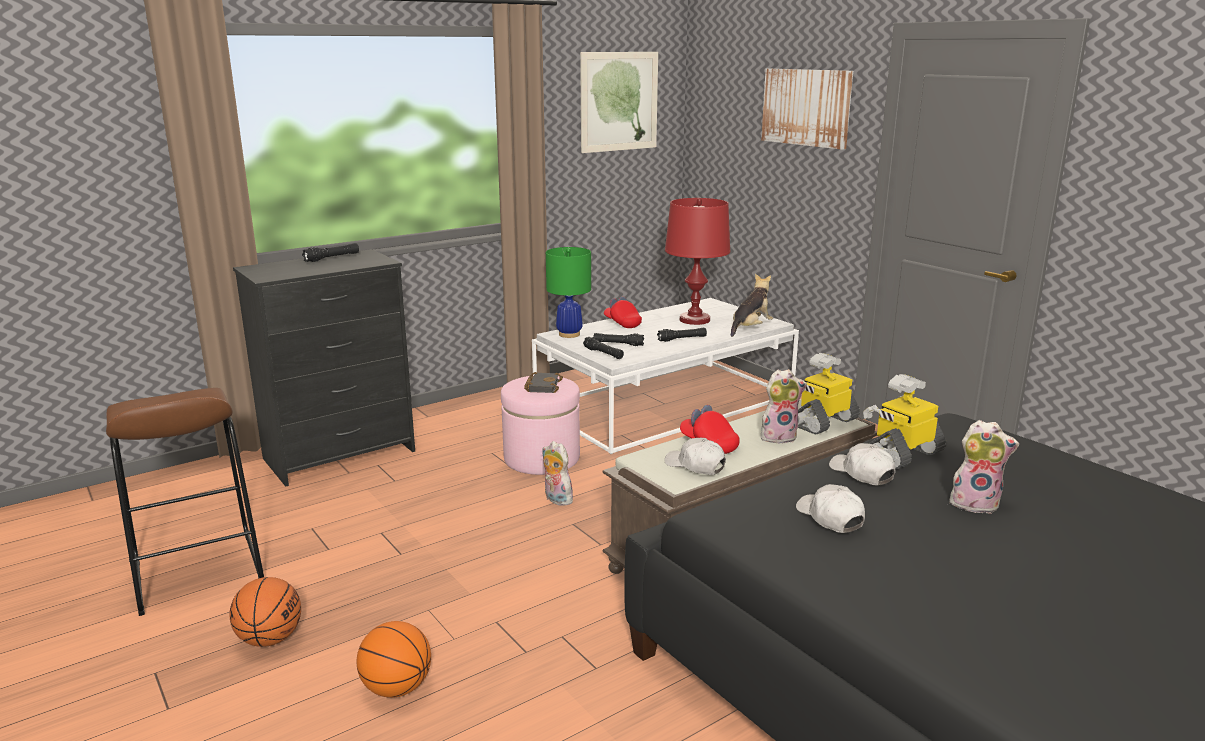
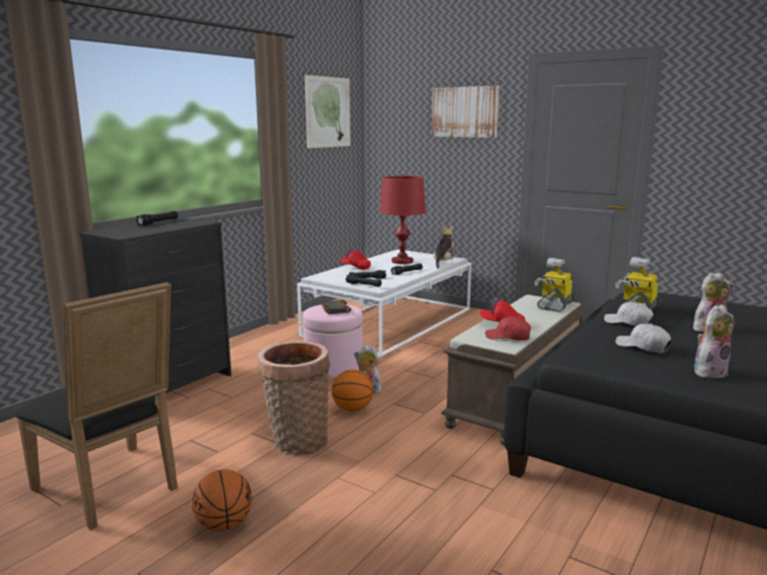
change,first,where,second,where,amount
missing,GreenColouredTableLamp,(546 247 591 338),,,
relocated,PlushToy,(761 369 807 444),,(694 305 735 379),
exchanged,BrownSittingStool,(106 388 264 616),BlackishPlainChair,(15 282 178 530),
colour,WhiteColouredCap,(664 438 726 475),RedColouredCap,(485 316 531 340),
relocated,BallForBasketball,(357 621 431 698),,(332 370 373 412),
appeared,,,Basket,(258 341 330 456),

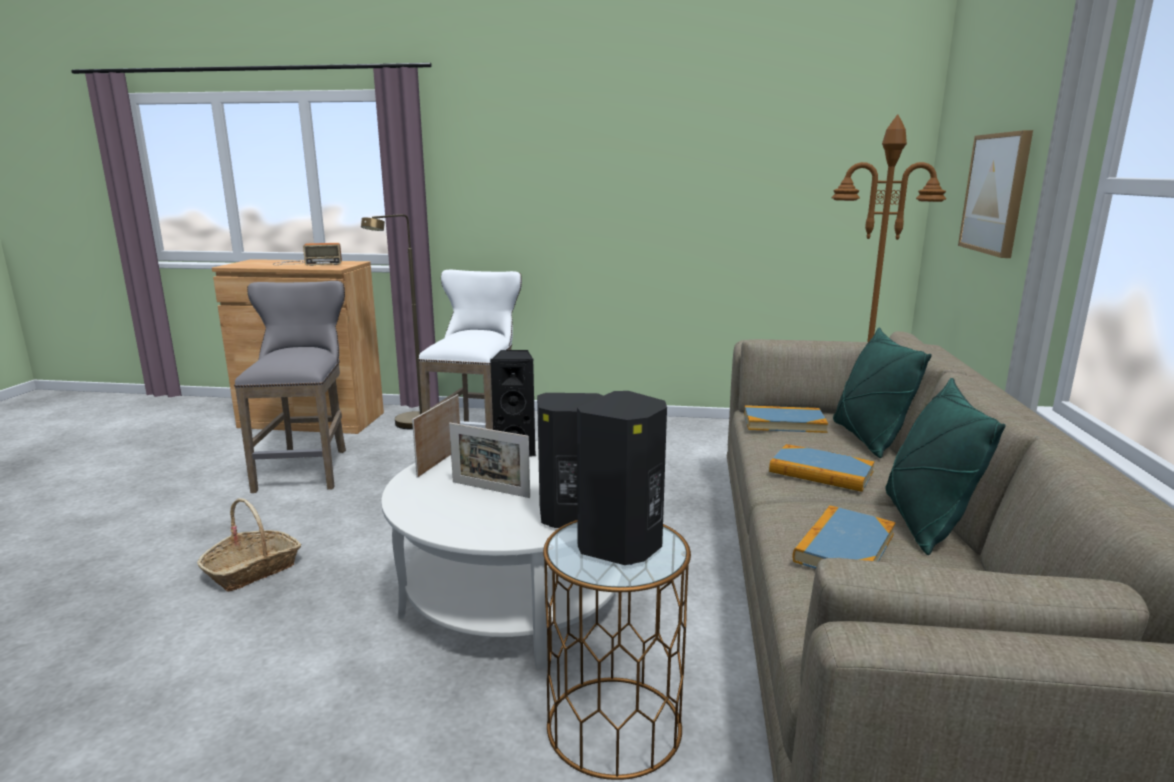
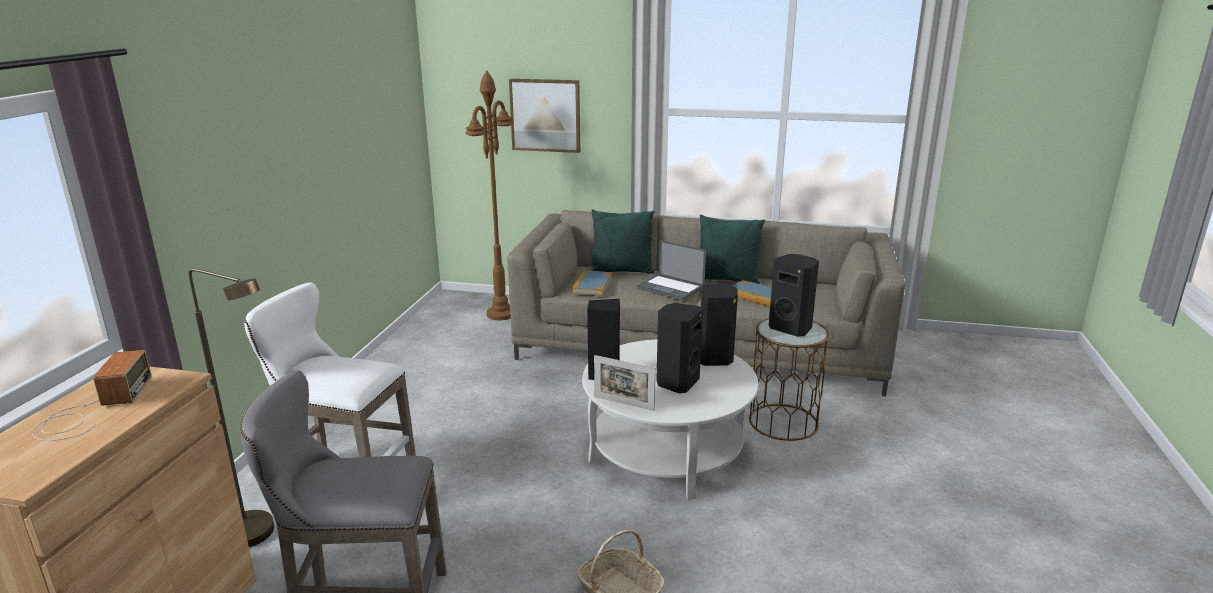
change,first,where,second,where,amount
exchanged,StandingFrame,(449 423 530 498),BlackishAudioSpeaker,(656 303 703 393),
exchanged,BoundBook,(769 444 875 492),Laptop,(636 240 706 301),

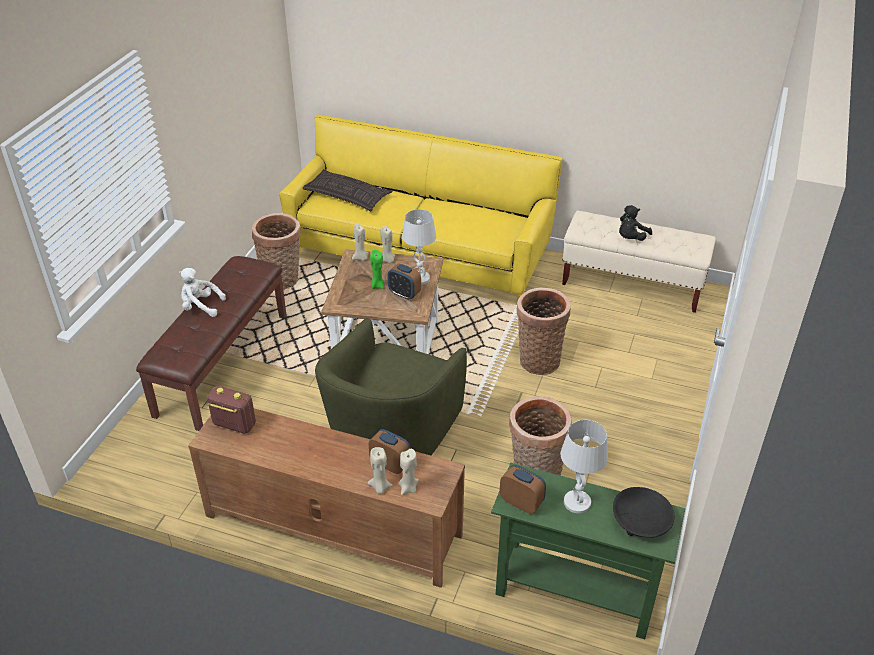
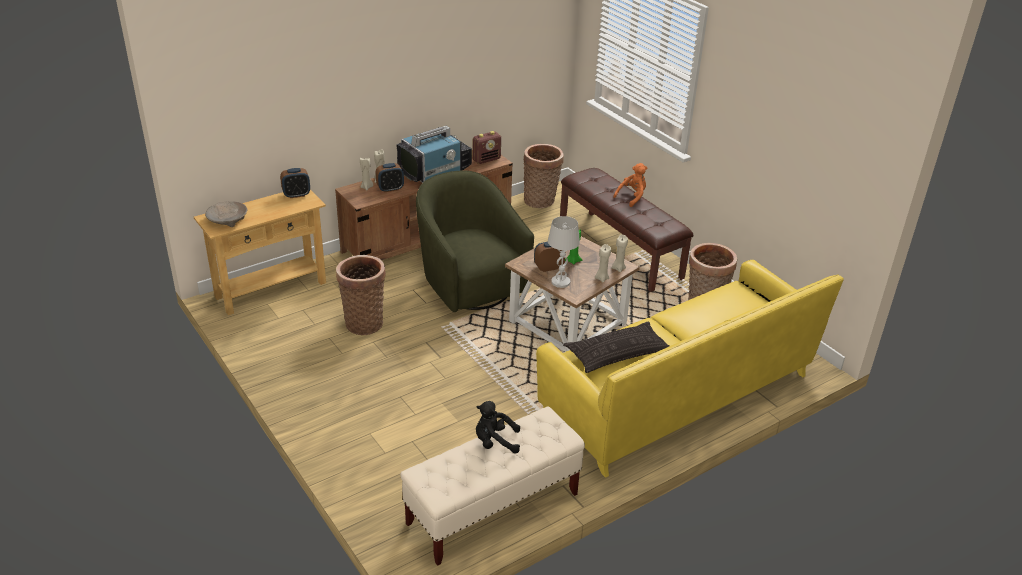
change,first,where,second,where,amount
relocated,Cushion,(303 169 392 211),,(563 321 669 373),
spun,BlackishPlushToy,(619 205 652 241),,(476 401 520 454),75 degrees counterclockwise
colour,WhiteColouredPlushToy,(179 268 226 317),OrangePlushToy,(613 163 647 207),
relocated,Basket,(517 288 570 375),,(523 144 564 208),
missing,WhiteColouredTableLamp,(560 420 608 513),,,
colour,GreenColouredConsoleTable,(491 463 685 639),BeigeColouredConsoleTable,(194 189 326 315),
colour,BlackishDeepDish,(613 487 675 538),BeigeColouredDeepDish,(205 201 247 227),
appeared,,,Television,(396 126 472 183),

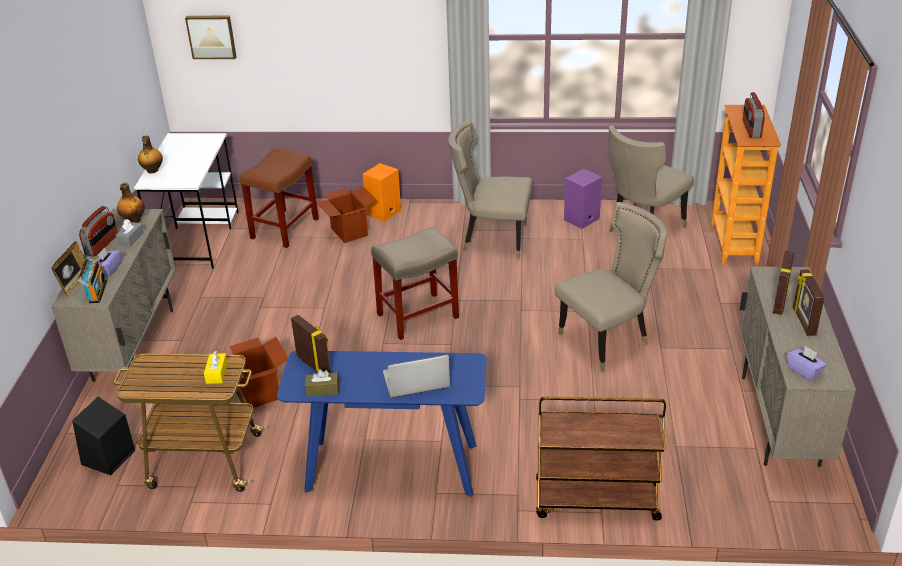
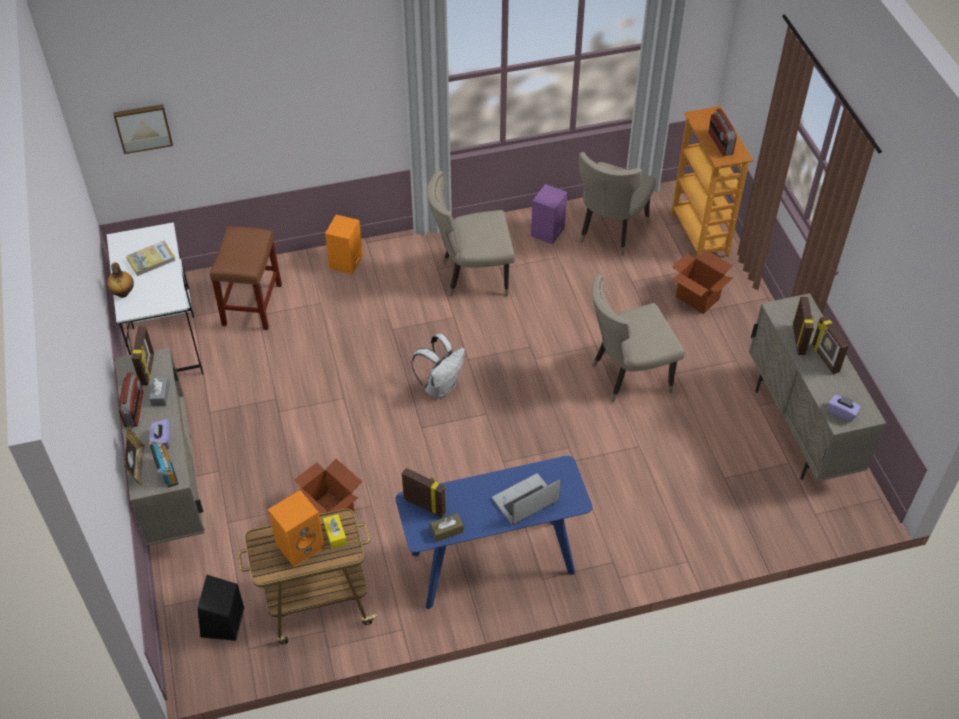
change,first,where,second,where,amount
exchanged,BeverageBottle,(117 183 145 223),StandingFrame,(131 326 154 385),
relocated,PackingBox,(316 186 376 243),,(672 249 733 314),
spun,BeigeColouredPlainChair,(555 202 668 372),,(592 274 685 402),150 degrees counterclockwise
exchanged,BeigeColouredSittingStool,(371 227 459 340),WhiteColouredBackpack,(411 334 465 399),
missing,BrownTrolley,(536 396 666 521),,,
appeared,,,BoundBook,(126 241 176 276),
appeared,,,OrangeAudioSpeaker,(268 490 325 567),

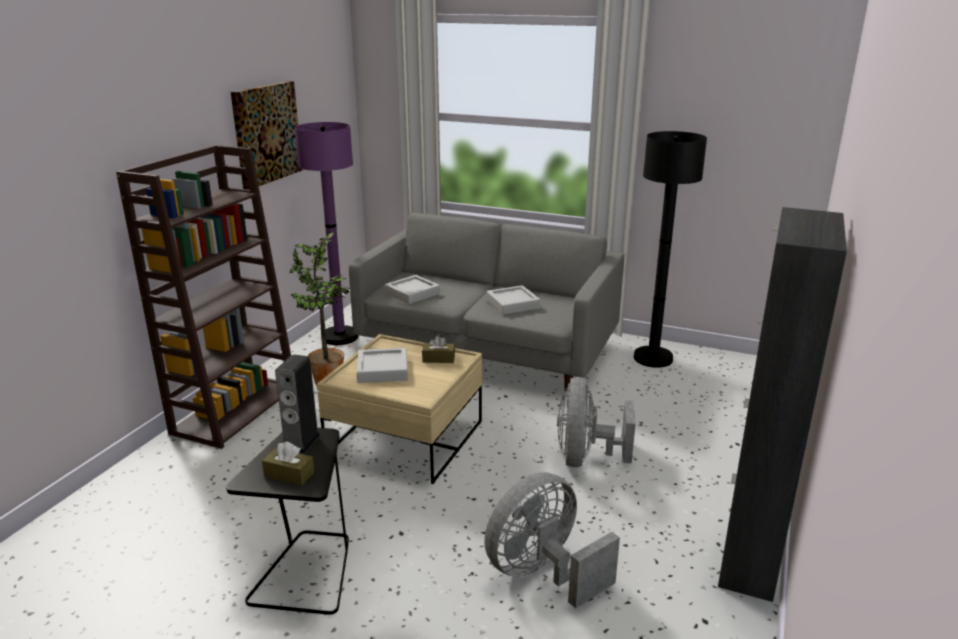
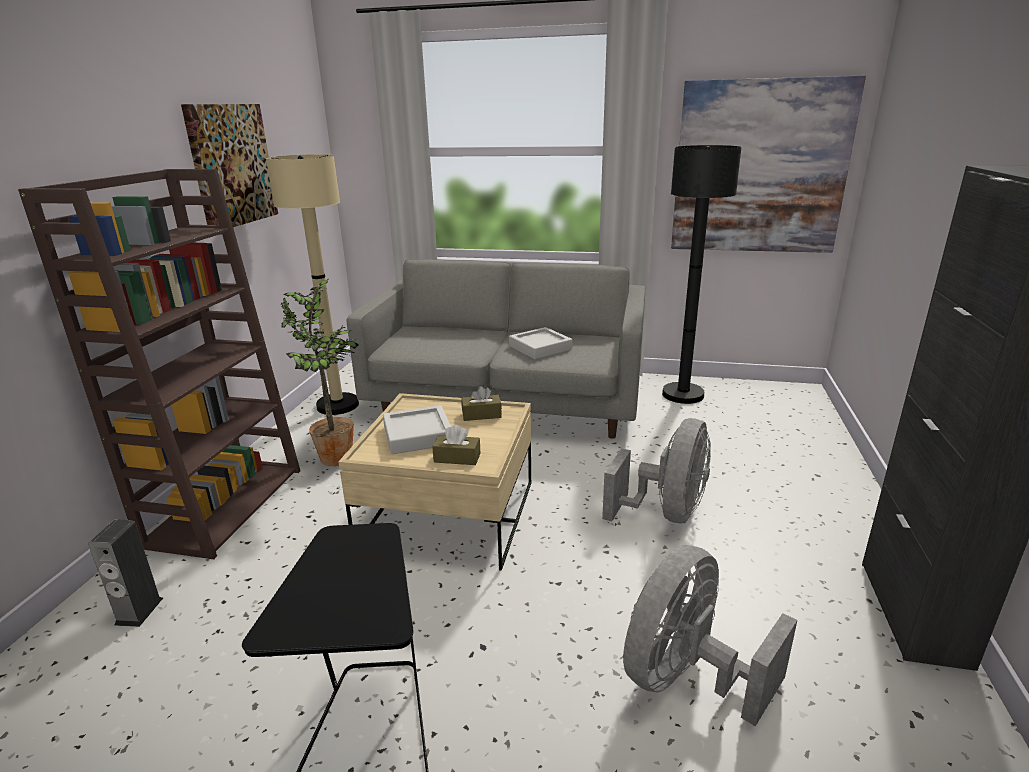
change,first,where,second,where,amount
colour,PurpleColouredStandardLamp,(295 122 358 345),BeigeColouredStandardLamp,(266 154 359 415),
missing,GreyishTray,(385 275 440 304),,,
relocated,AudioSpeaker,(275 354 320 454),,(88 520 163 627),
spun,GreyishCoolingFan,(557 377 636 467),,(602 418 711 523),150 degrees counterclockwise
relocated,BrownTissueBox,(262 442 314 485),,(432 425 480 465),
appeared,,,Picture,(671 76 866 253),

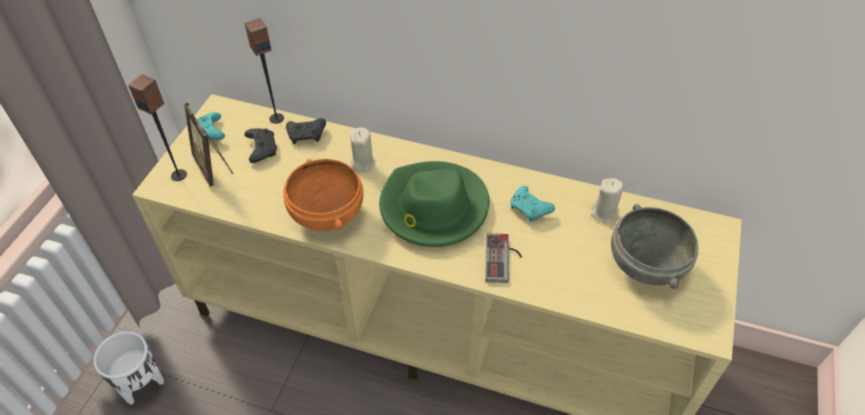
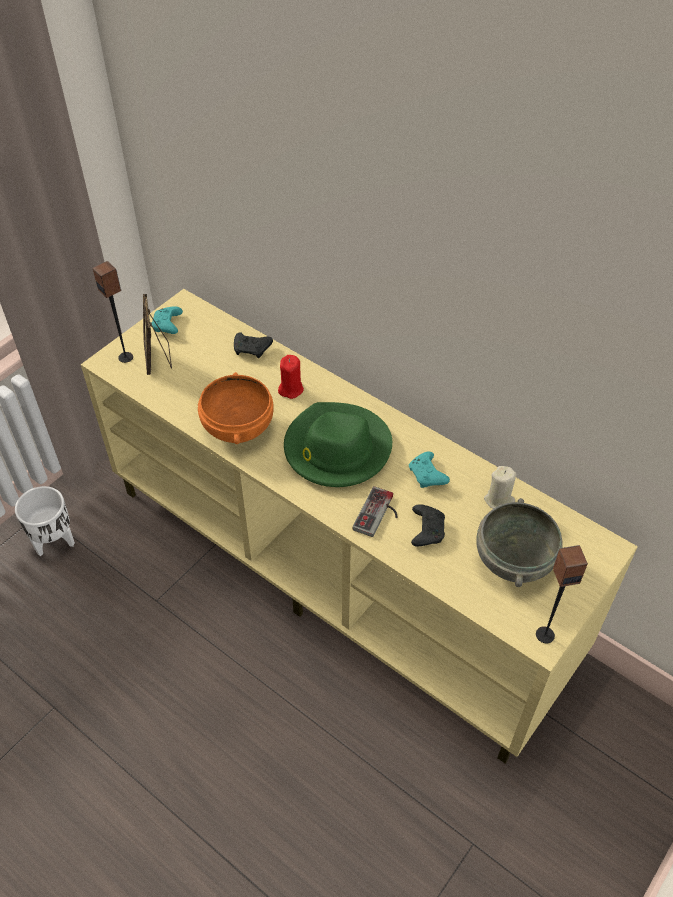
change,first,where,second,where,amount
relocated,AudioSpeaker,(244 18 284 124),,(536 545 588 643),
relocated,BlackishGamepad,(244 128 277 163),,(411 504 445 547),
colour,BeigeColouredWaxLight,(350 128 376 172),RedColouredWaxLight,(278 355 304 399),

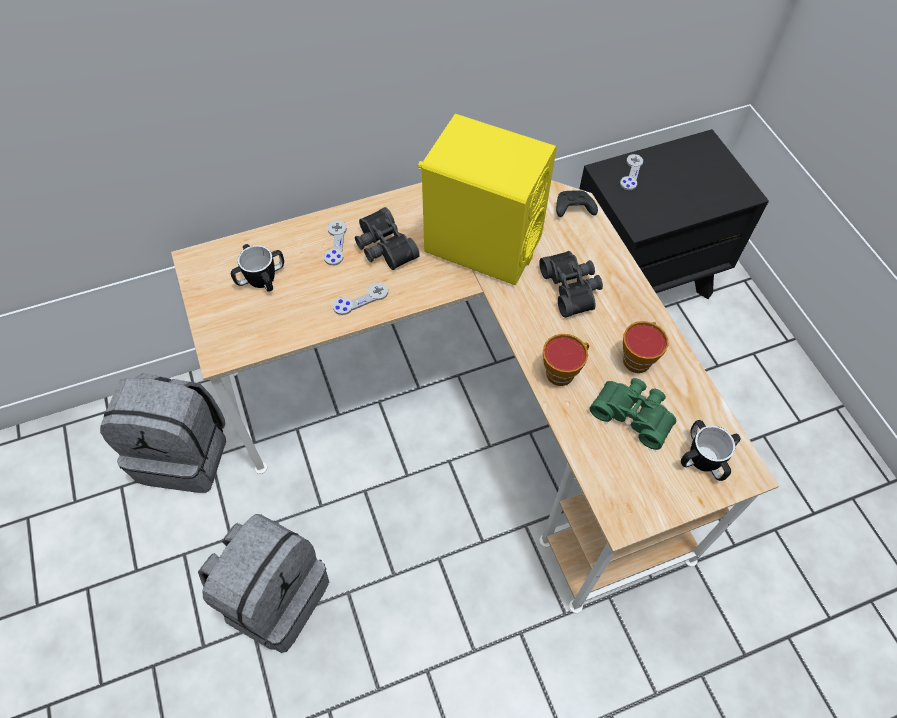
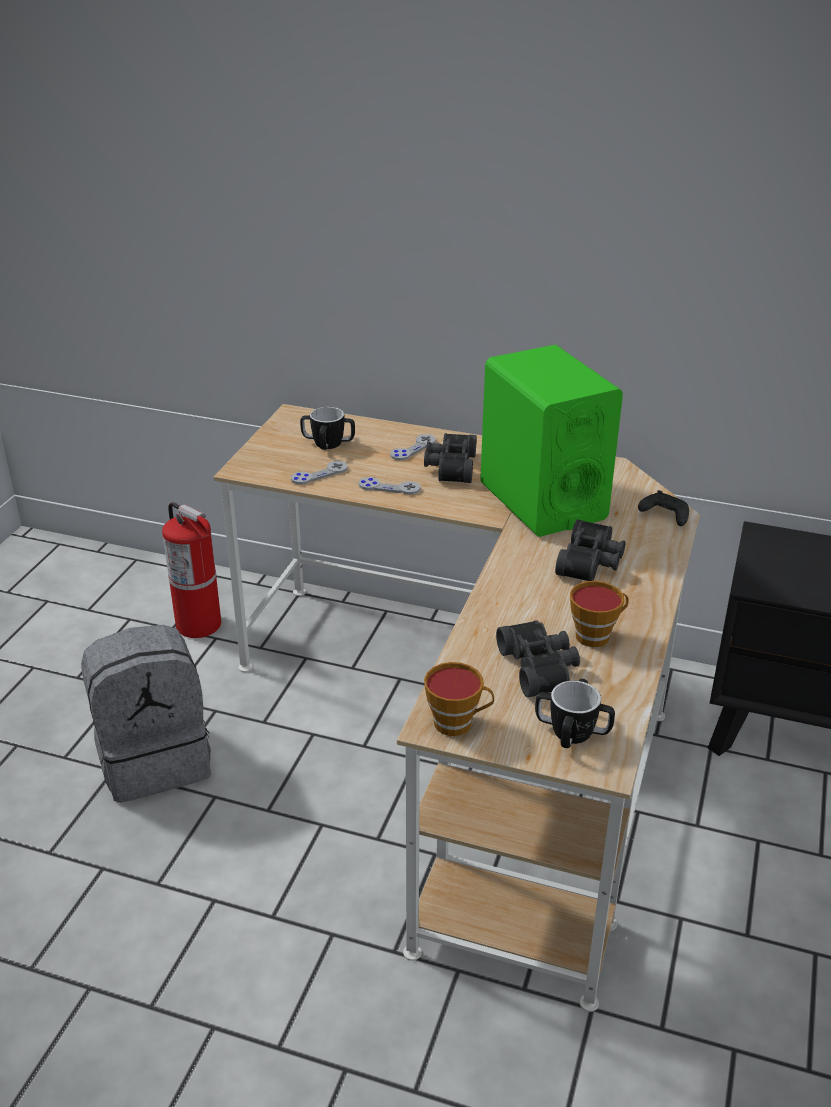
change,first,where,second,where,amount
colour,YellowishAudioSpeaker,(418 114 557 285),GreenColouredAudioSpeaker,(480 345 623 537),
relocated,GreyishGamepad,(620 154 643 190),,(291 461 348 485),
relocated,DrinkingCup,(543 334 589 386),,(424 662 494 736),
exchanged,GreyishBackpack,(100 373 226 493),FireFightingCylinder,(162 502 221 638),
colour,GreenColouredFieldGlasses,(590 378 676 450),BlackishFieldGlasses,(496 620 580 698),

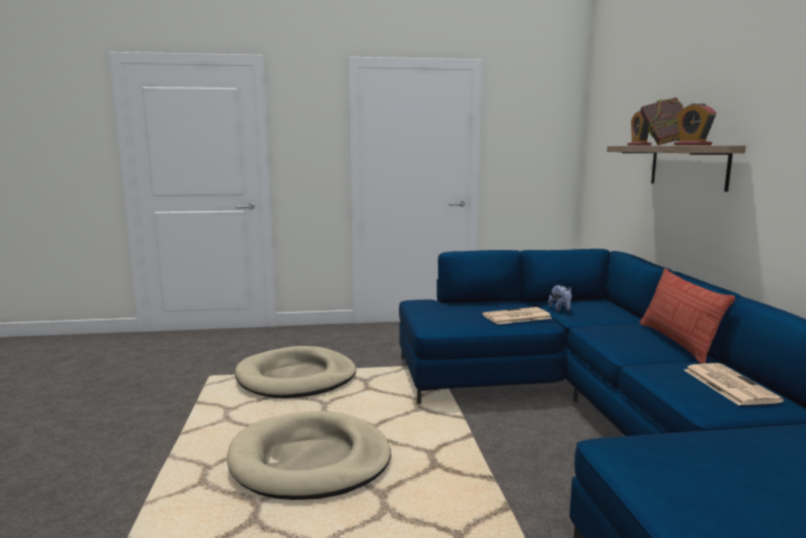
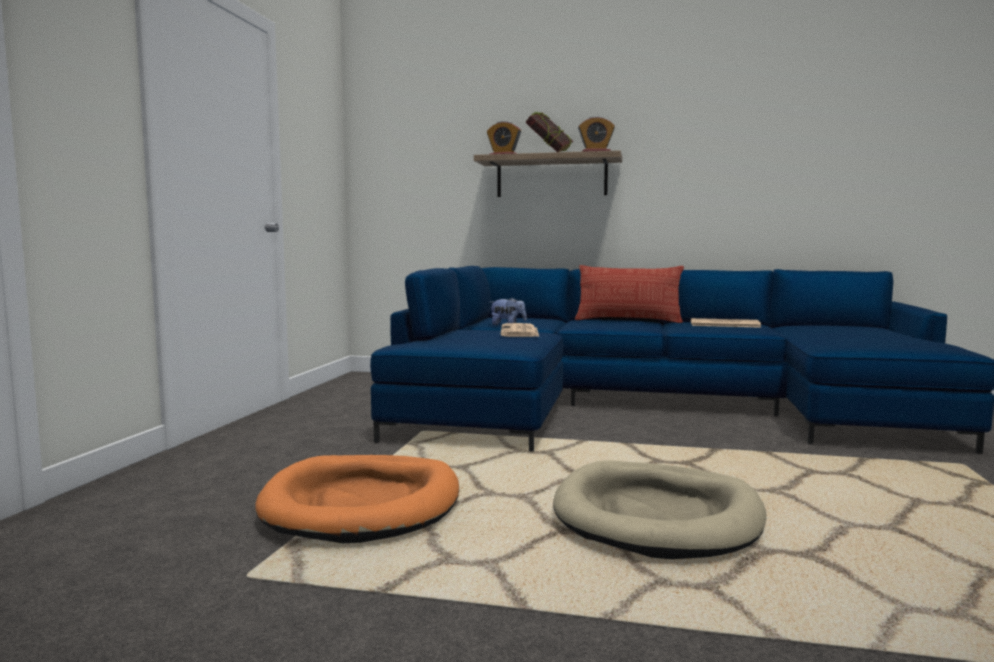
change,first,where,second,where,amount
colour,BeigeColouredDogCushion,(235 346 356 398),OrangeDogCushion,(255 455 459 543),

